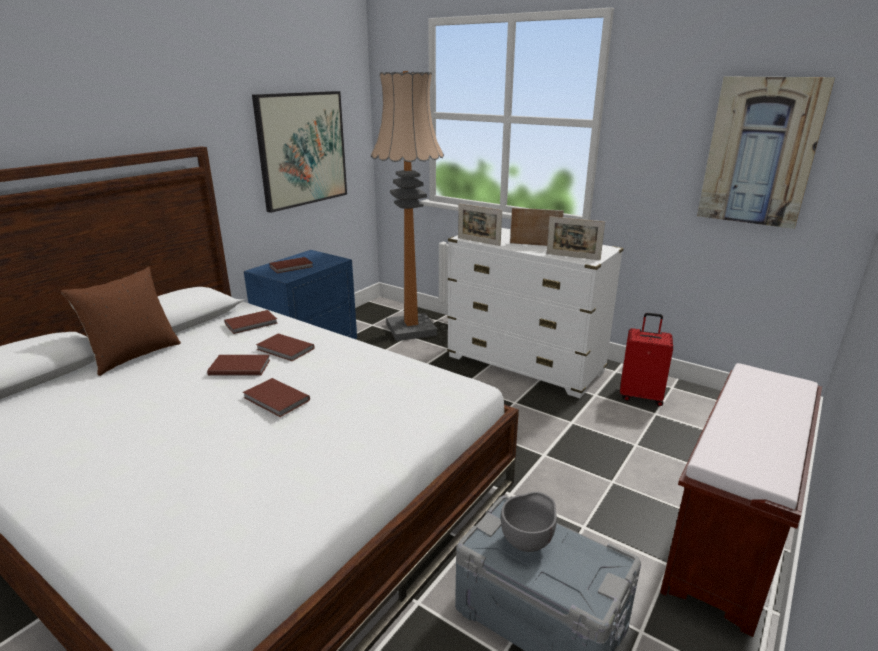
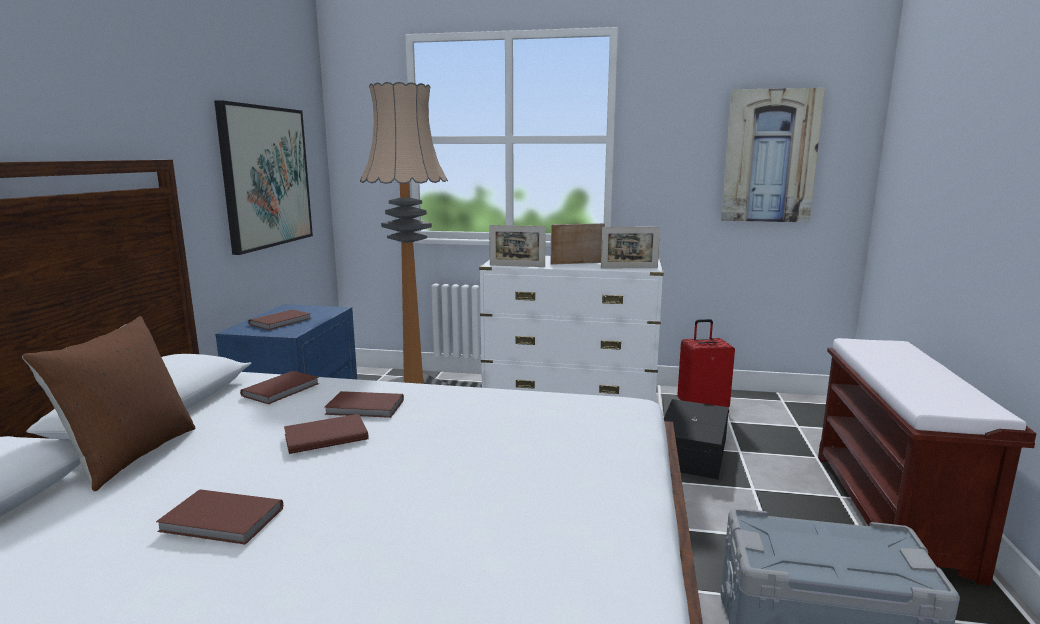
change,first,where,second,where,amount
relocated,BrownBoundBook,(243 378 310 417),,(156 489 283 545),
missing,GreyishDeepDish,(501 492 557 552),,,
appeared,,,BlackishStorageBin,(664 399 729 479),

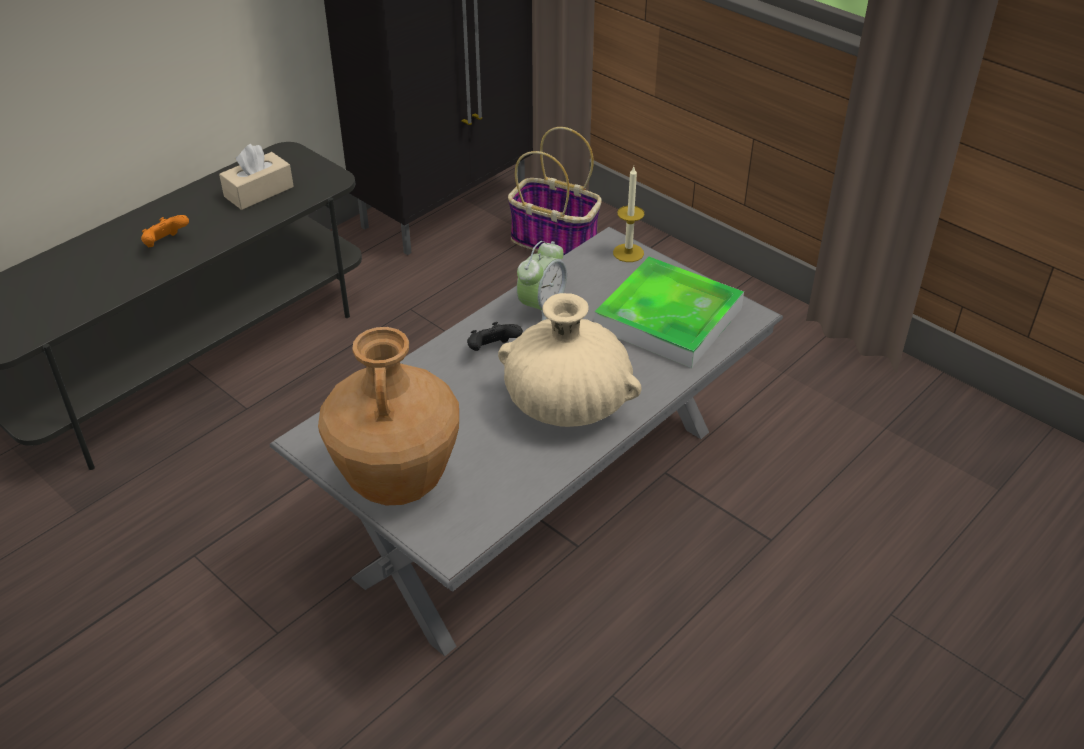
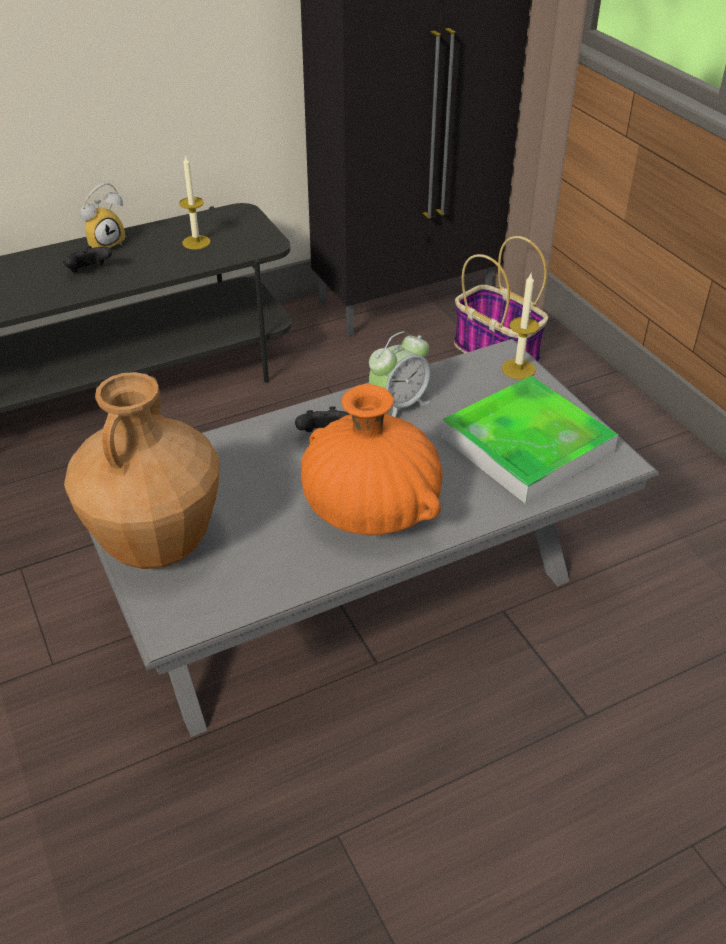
change,first,where,second,where,amount
exchanged,BeigeColouredTissueBox,(219 144 294 210),WaxLight,(179 155 211 250),
colour,OrangeGamepad,(141 215 189 247),BlackishGamepad,(63 246 112 272),
colour,BeigeColouredDecorativeVase,(498 293 642 427),OrangeDecorativeVase,(301 384 443 535),
appeared,,,AlarmClock,(80 183 125 248),

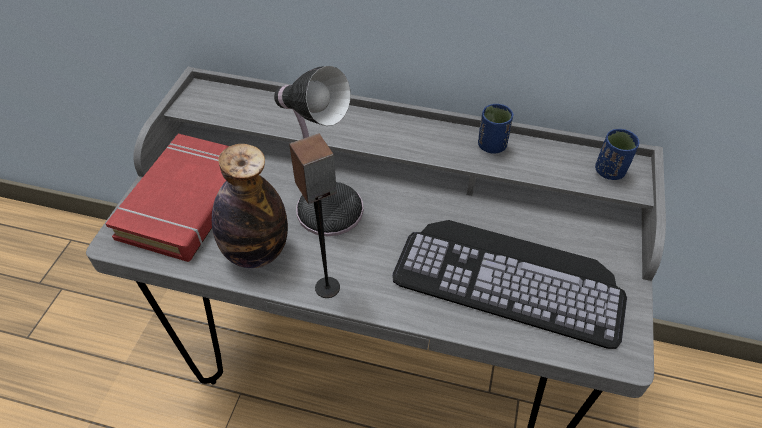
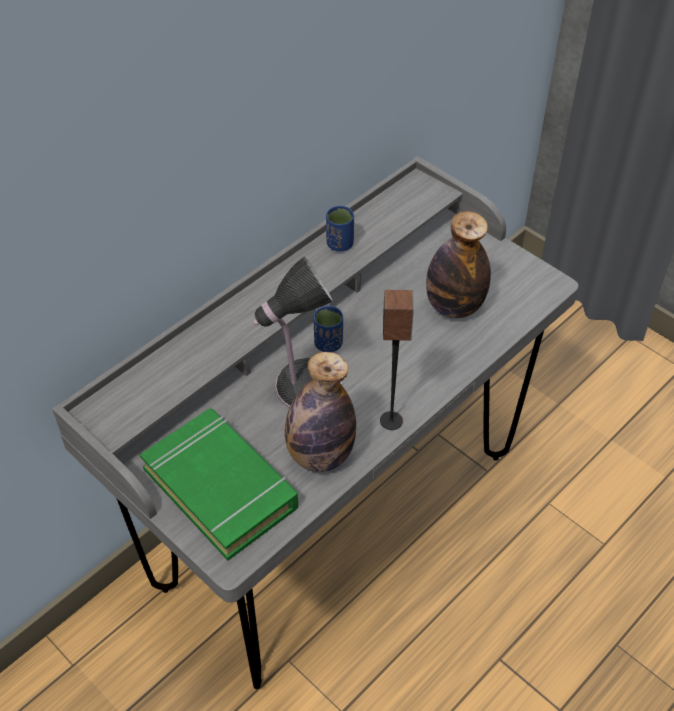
change,first,where,second,where,amount
relocated,BlueDrinkingCup,(595 129 640 180),,(314 306 343 352),
colour,RedColouredBoundBook,(105 134 229 262),GreenColouredBoundBook,(140 409 298 561),
exchanged,PcKeyboard,(392 220 627 349),BeverageBottle,(426 211 491 319),

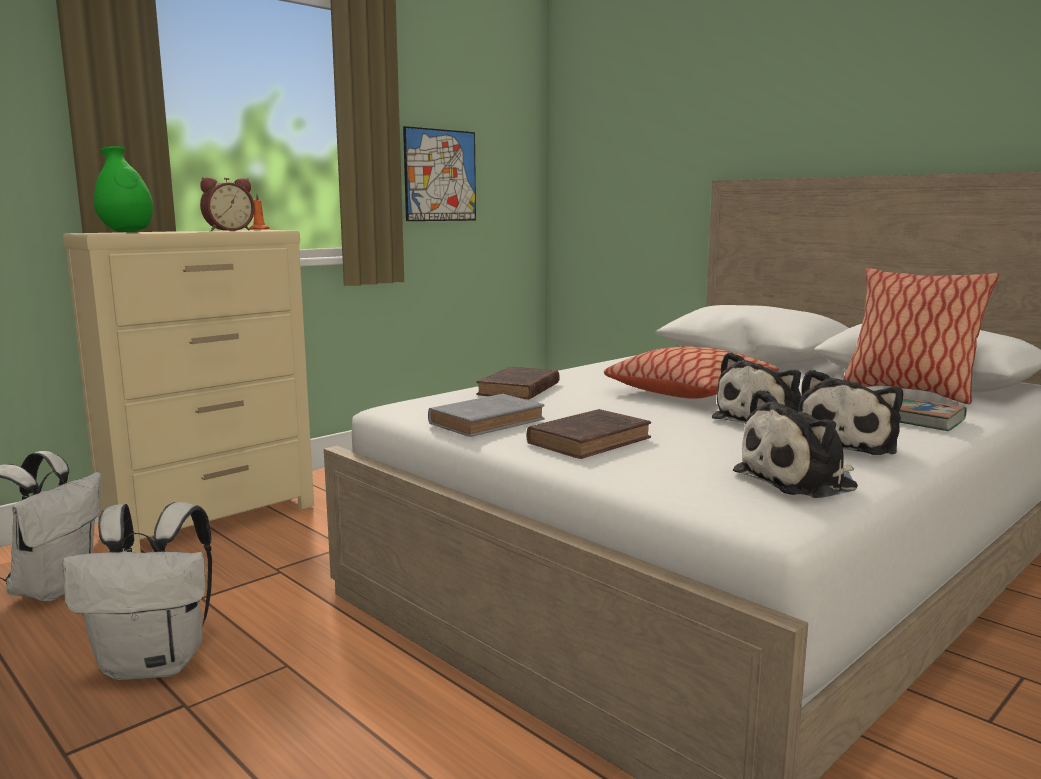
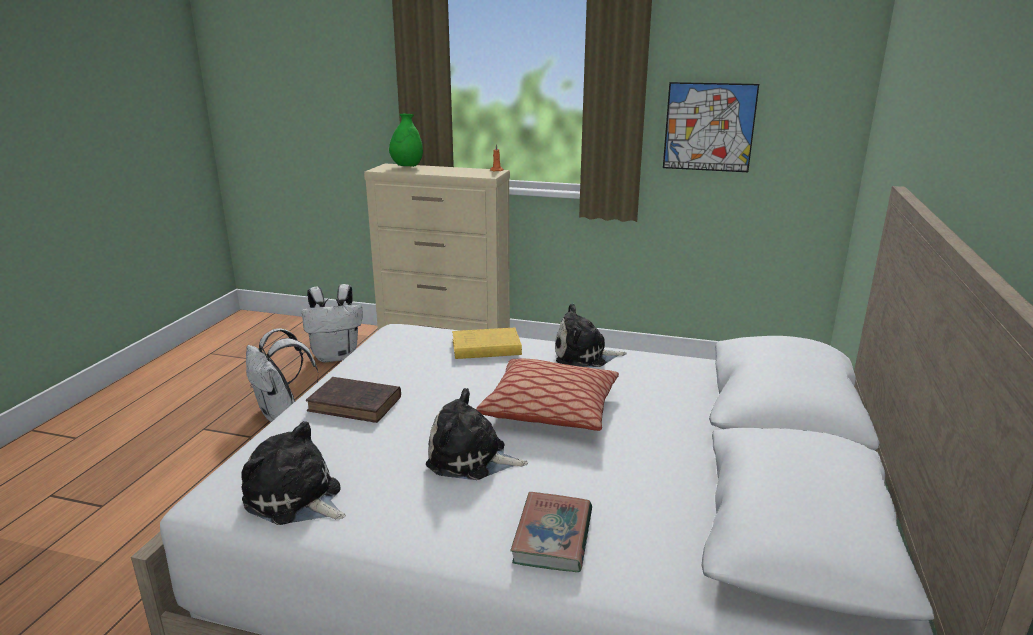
change,first,where,second,where,amount
missing,AlarmClock,(200 177 255 231),,,
missing,Cushion,(843 268 999 404),,,
colour,BrownBoundBook,(476 367 560 400),YellowishBoundBook,(452 327 522 359),
relocated,PlushToy,(798 369 903 455),,(555 303 627 367),
missing,GreyishBoundBook,(428 394 545 437),,,

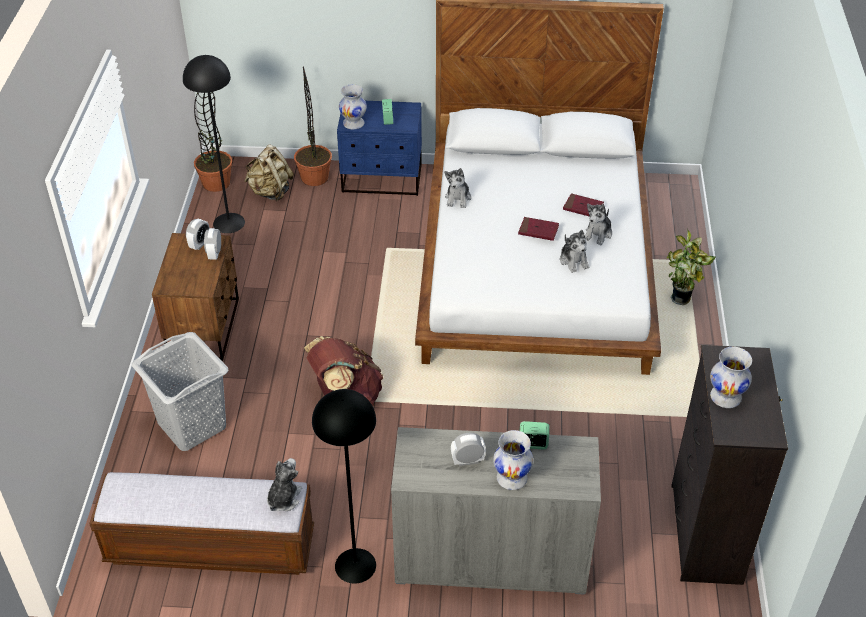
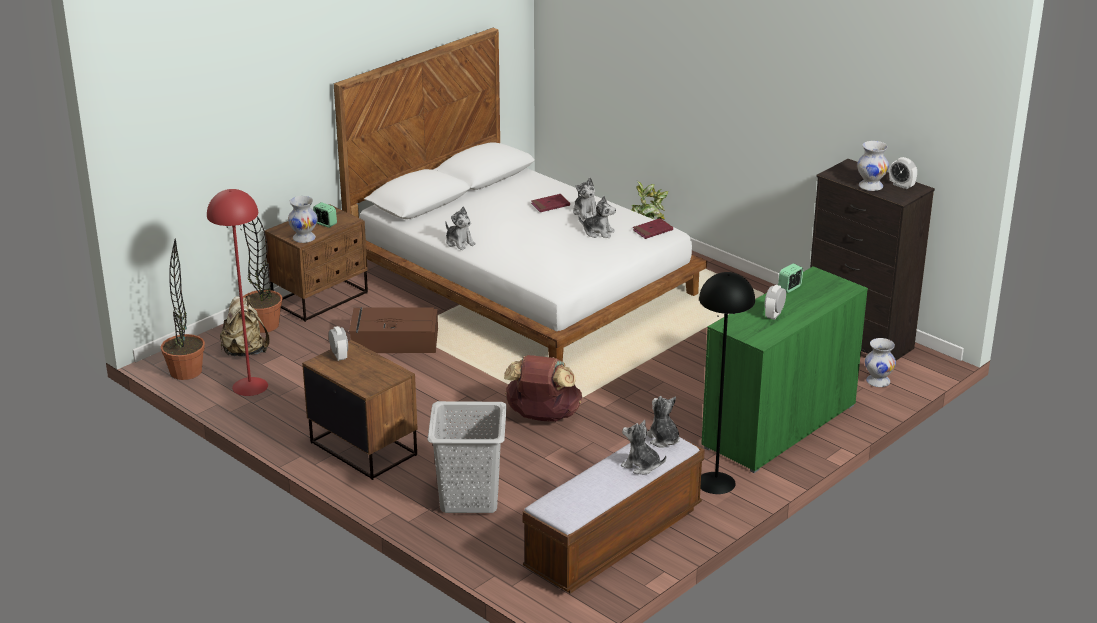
change,first,where,second,where,amount
colour,BlackishStandardLamp,(183 55 245 233),RedColouredStandardLamp,(207 189 268 396),
colour,BlueNightTable,(337 101 422 196),BrownNightTable,(265 204 368 322),
relocated,RedColouredBoundBook,(518 217 559 241),,(633 218 673 239),
relocated,AlarmClock,(204 228 221 260),,(889 157 917 189),
colour,GreyishCupboard,(391 427 601 595),GreenColouredCupboard,(701 266 868 473),
relocated,WhiteColouredDecorativeVase,(493 430 533 490),,(865 338 896 387),
appeared,,,BrownStorageBin,(349 307 438 353),
appeared,,,PlushToy,(621 420 666 474),

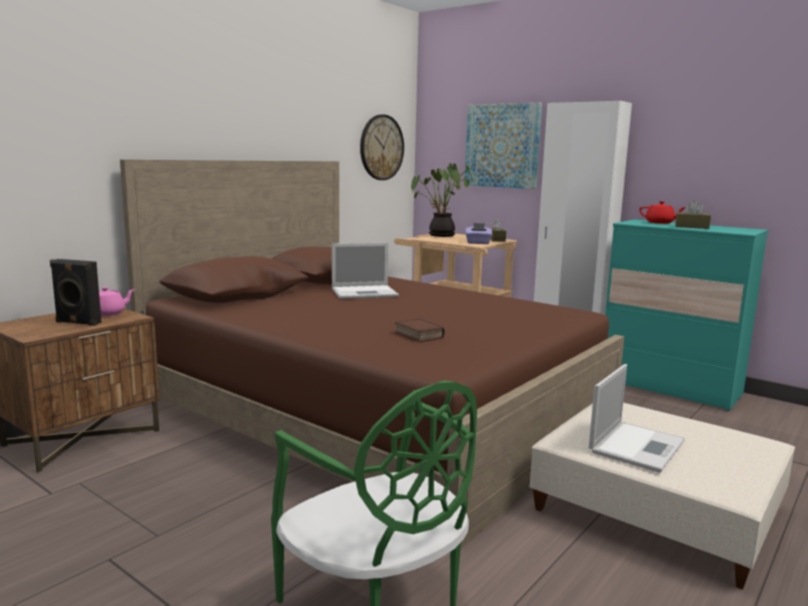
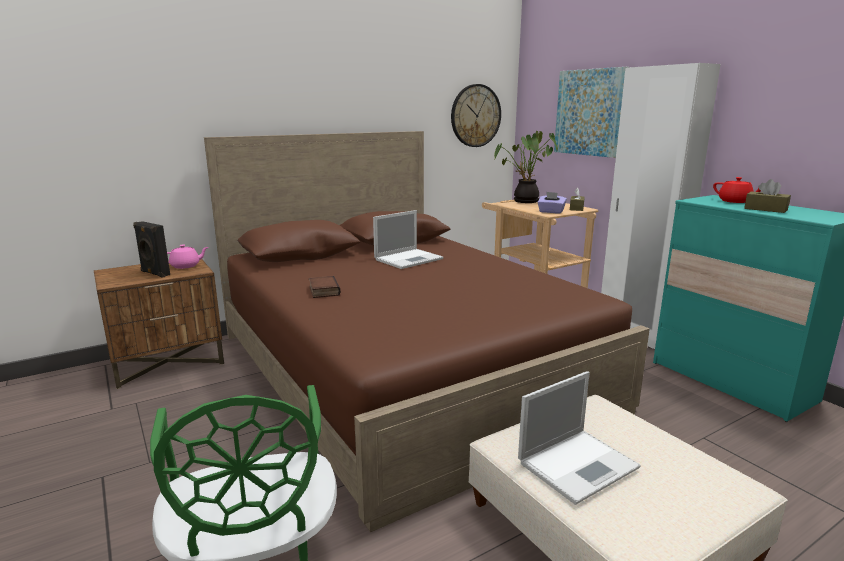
change,first,where,second,where,amount
spun,Laptop,(332 243 399 299),,(373 210 443 269),45 degrees counterclockwise
relocated,BoundBook,(395 318 445 342),,(309 276 340 298),

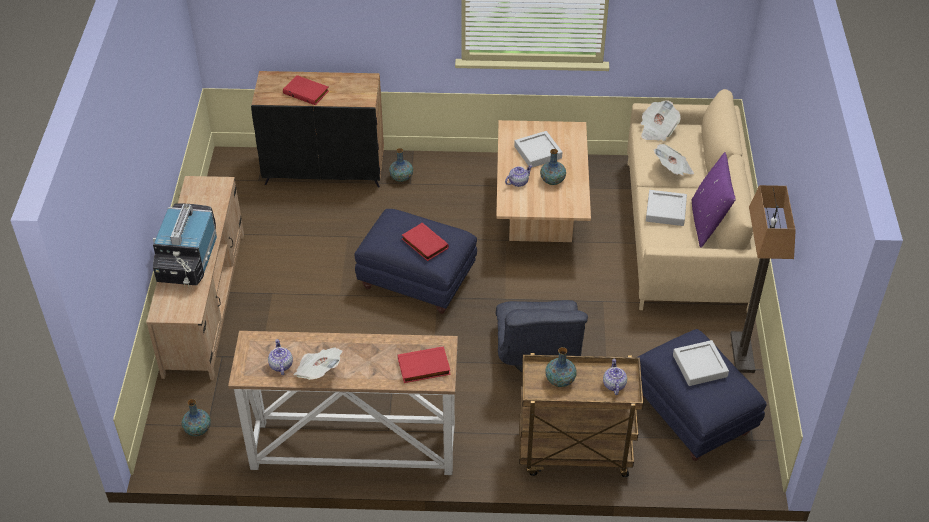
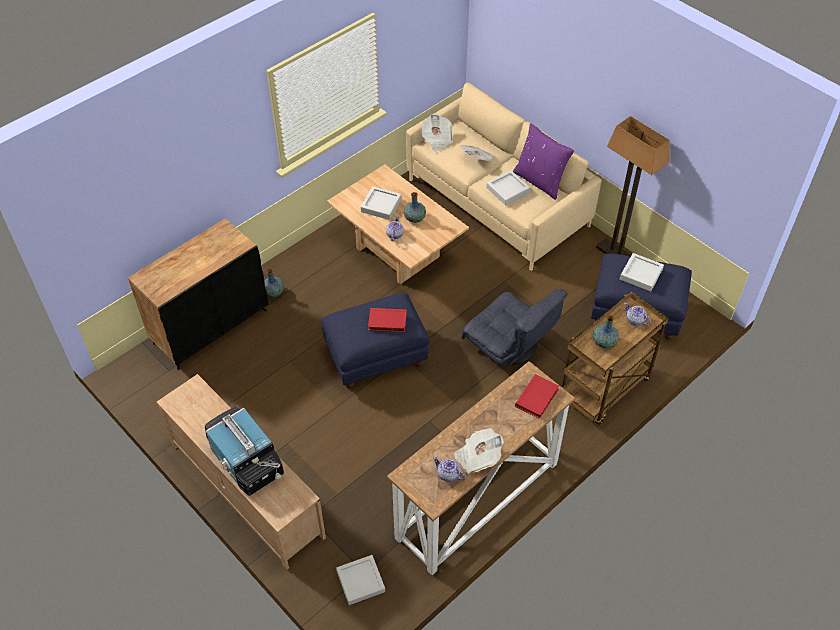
change,first,where,second,where,amount
missing,RedColouredBoundBook,(283 75 329 105),,,
exchanged,DecorativeVase,(182 399 211 436),GreyishTray,(336 555 385 605),

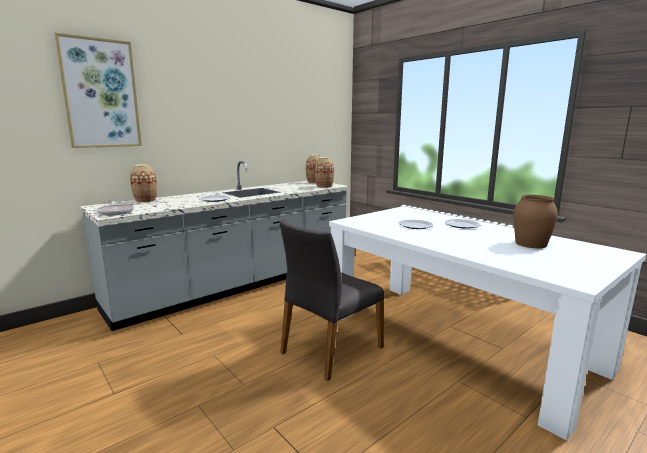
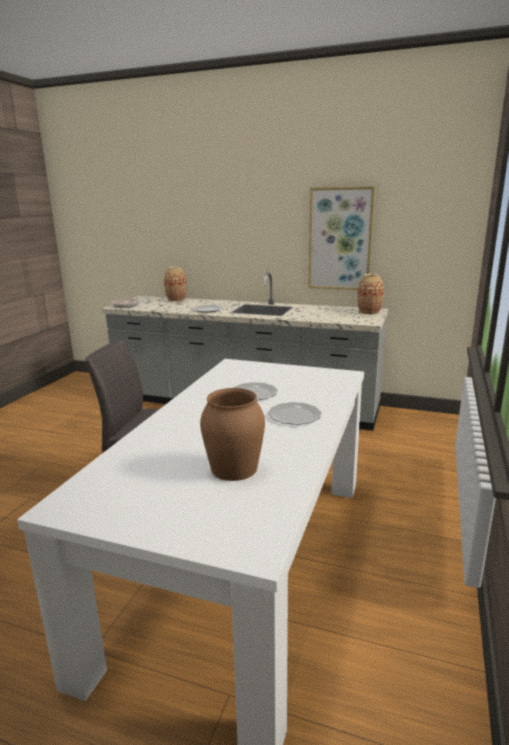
change,first,where,second,where,amount
relocated,Picture,(54 33 142 148),,(308 186 375 290),
missing,DecorativeVase,(315 157 334 188),,,

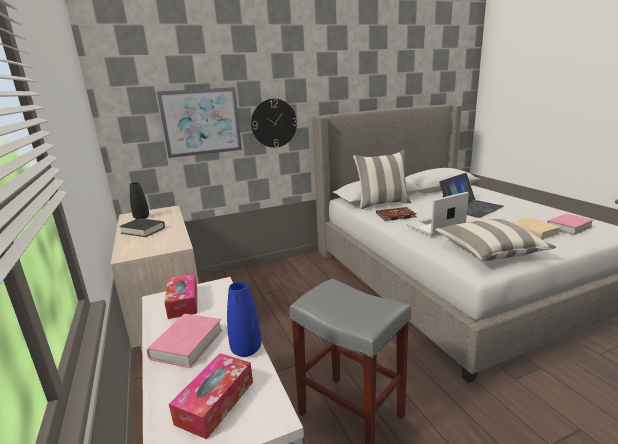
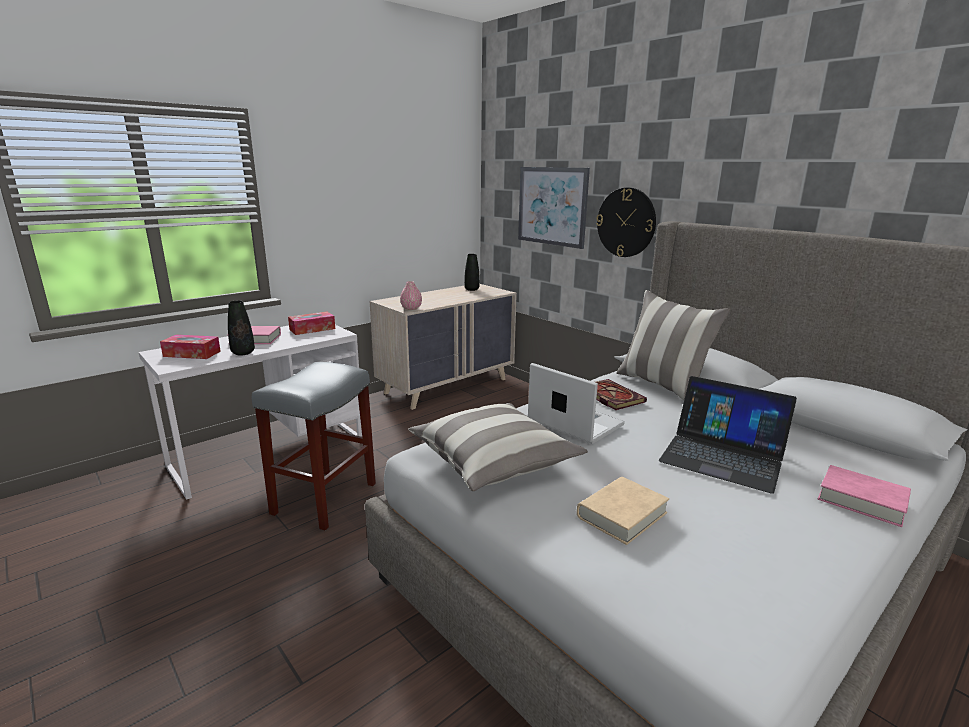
change,first,where,second,where,amount
relocated,PinkishBoundBook,(547 213 593 235),,(817 465 911 527),
missing,BlackishBoundBook,(119 218 165 237),,,
colour,BlueDecorativeVase,(227 282 261 357),BlackishDecorativeVase,(228 301 255 356),
appeared,,,PinkishDecorativeVase,(400 281 422 310),

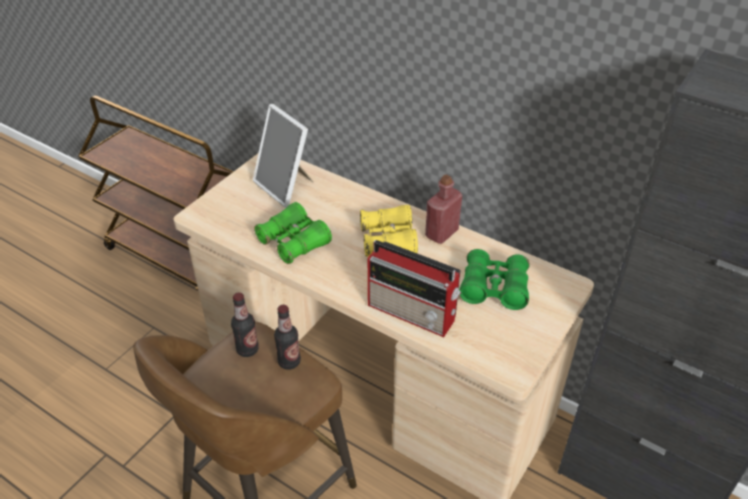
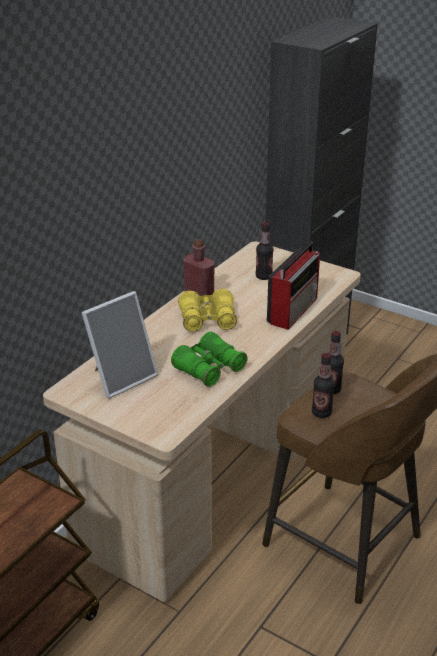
change,first,where,second,where,amount
exchanged,GreenColouredFieldGlasses,(459 249 530 310),BeverageBottle,(256 222 273 280),

